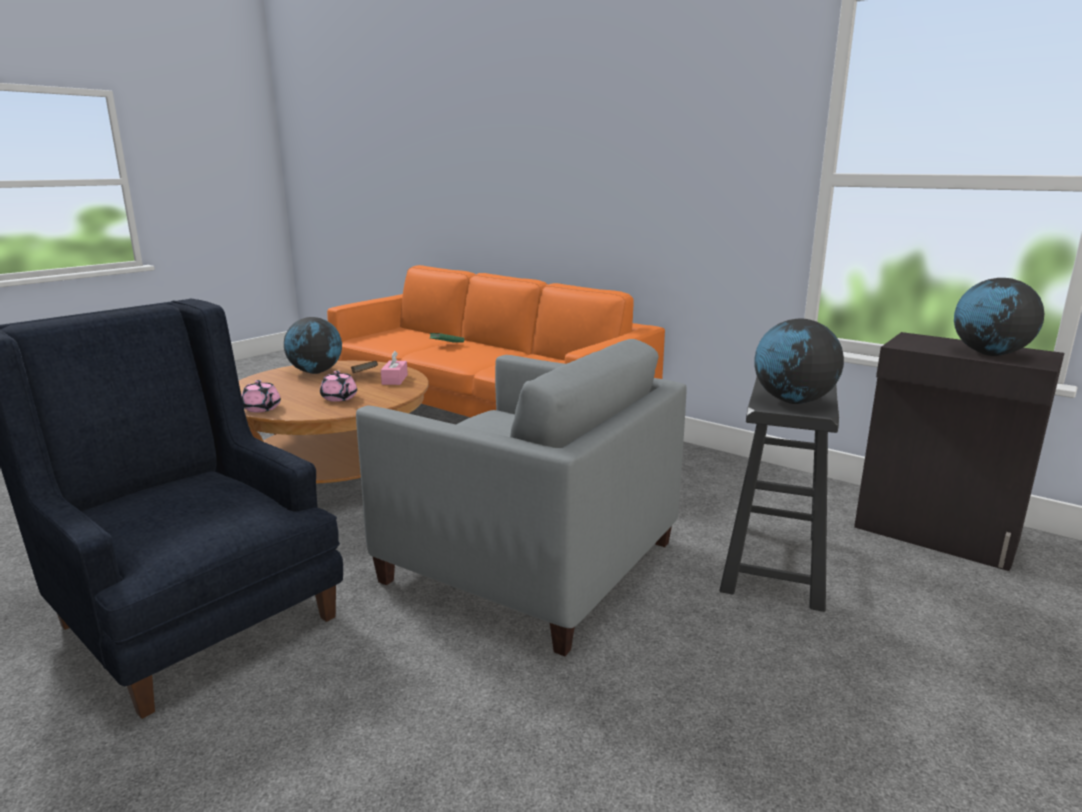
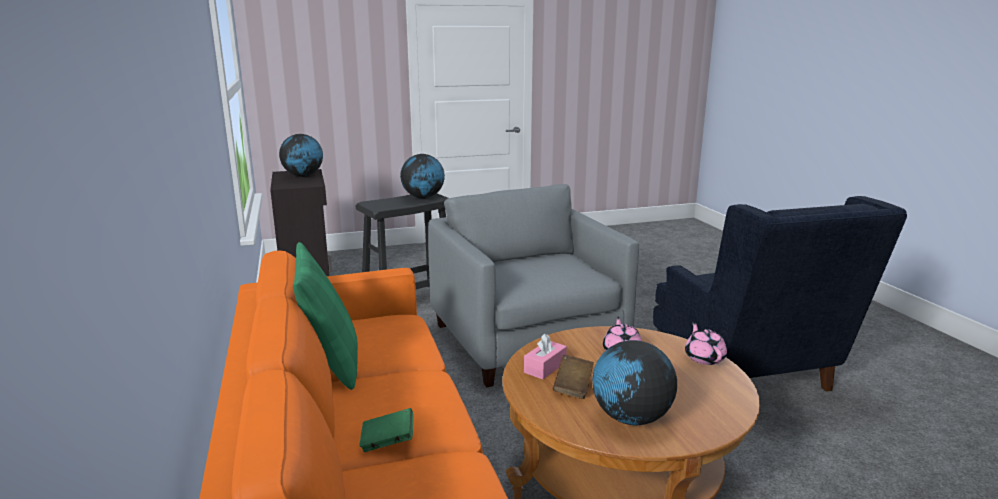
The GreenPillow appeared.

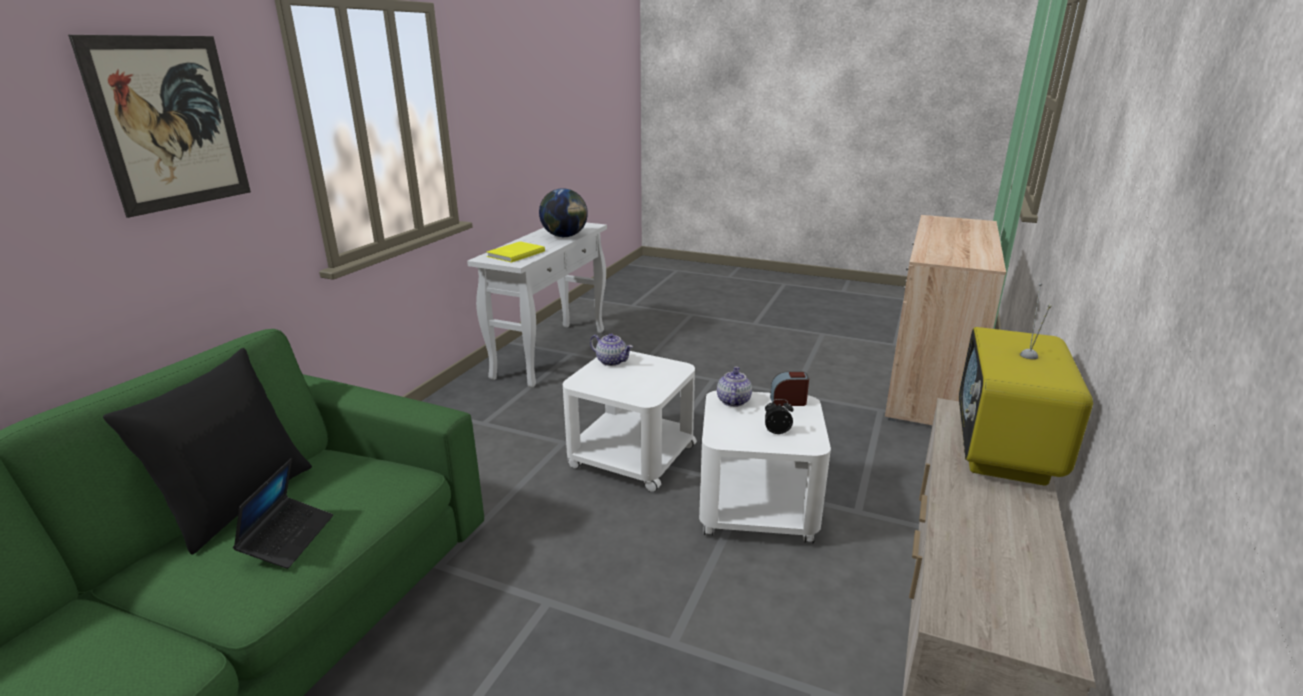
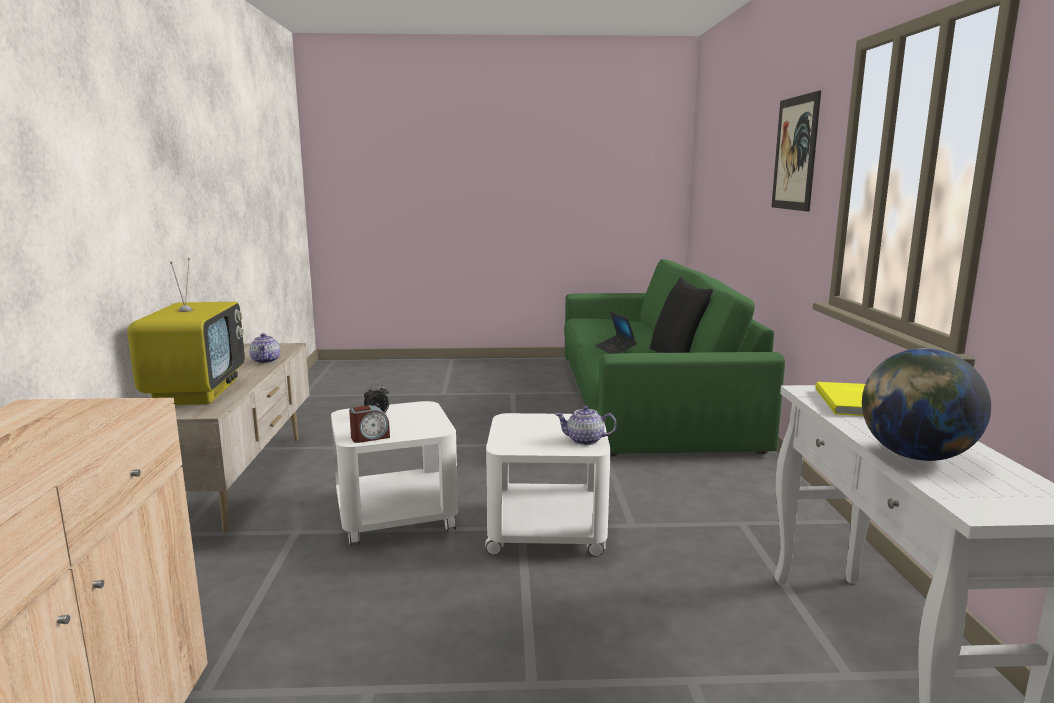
The Teapot (no. 2 from left in the first image) moved.

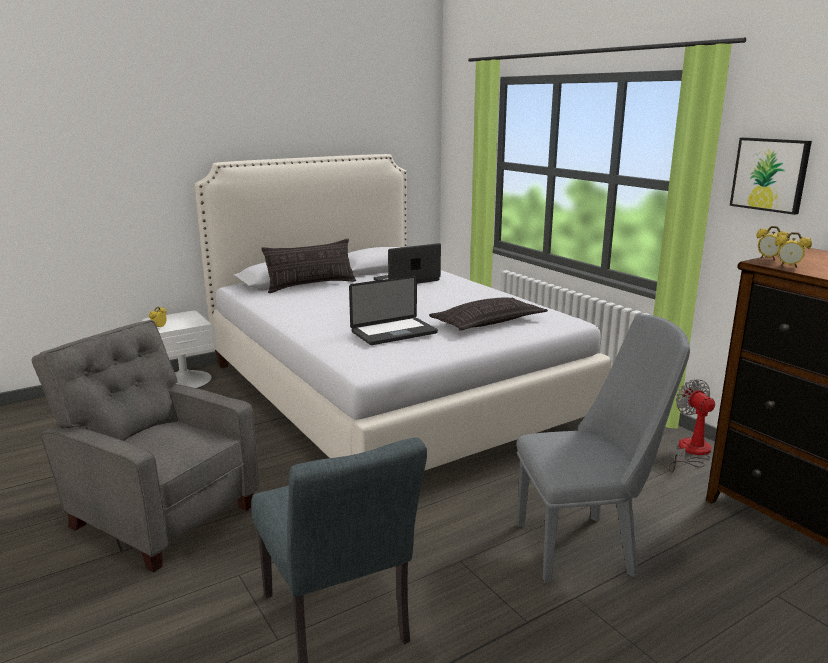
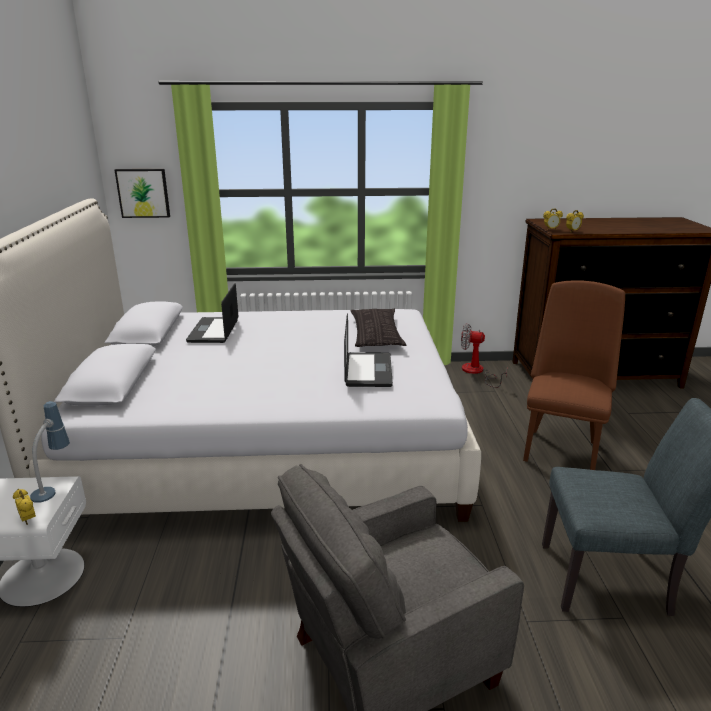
The Pillow (no. 1 from left) disappeared.
The TableLamp appeared.
The Picture moved.
The GreyChair (no. 2 from left) became the BrownChair.

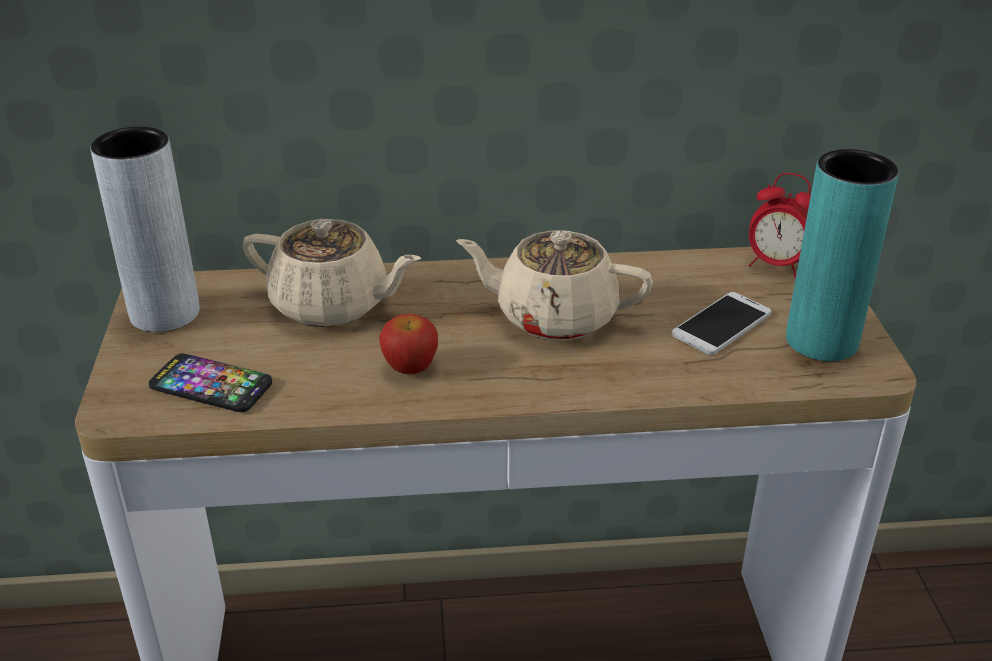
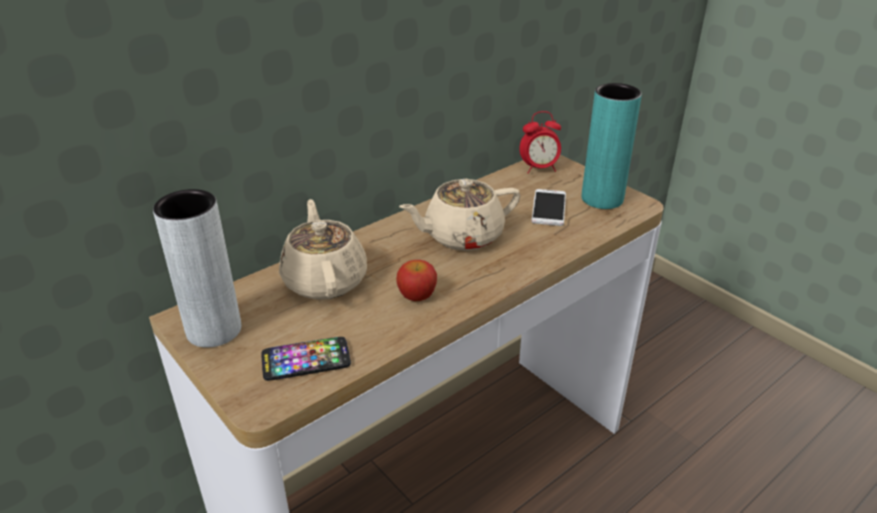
The BeigeTeapot (no. 1 from left) turned 90 degrees counterclockwise.

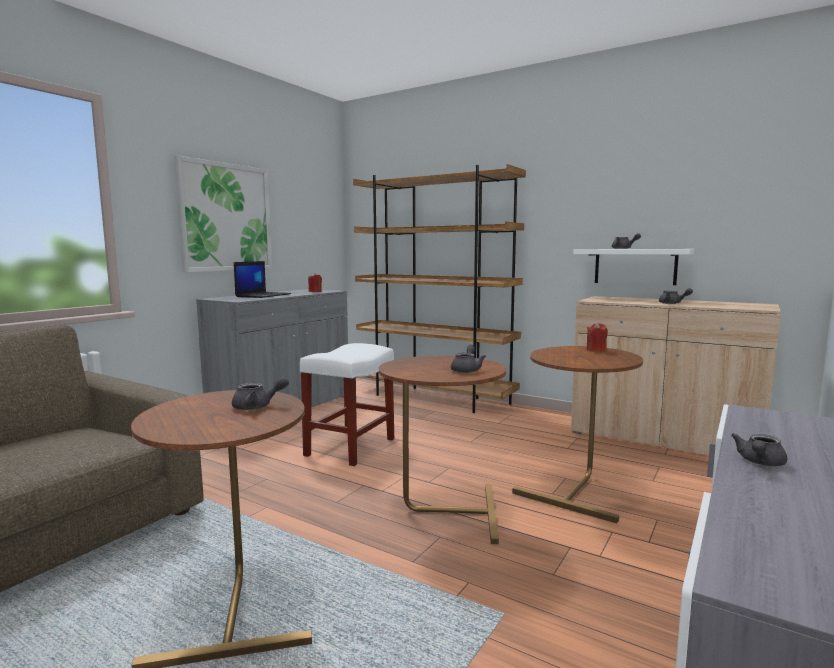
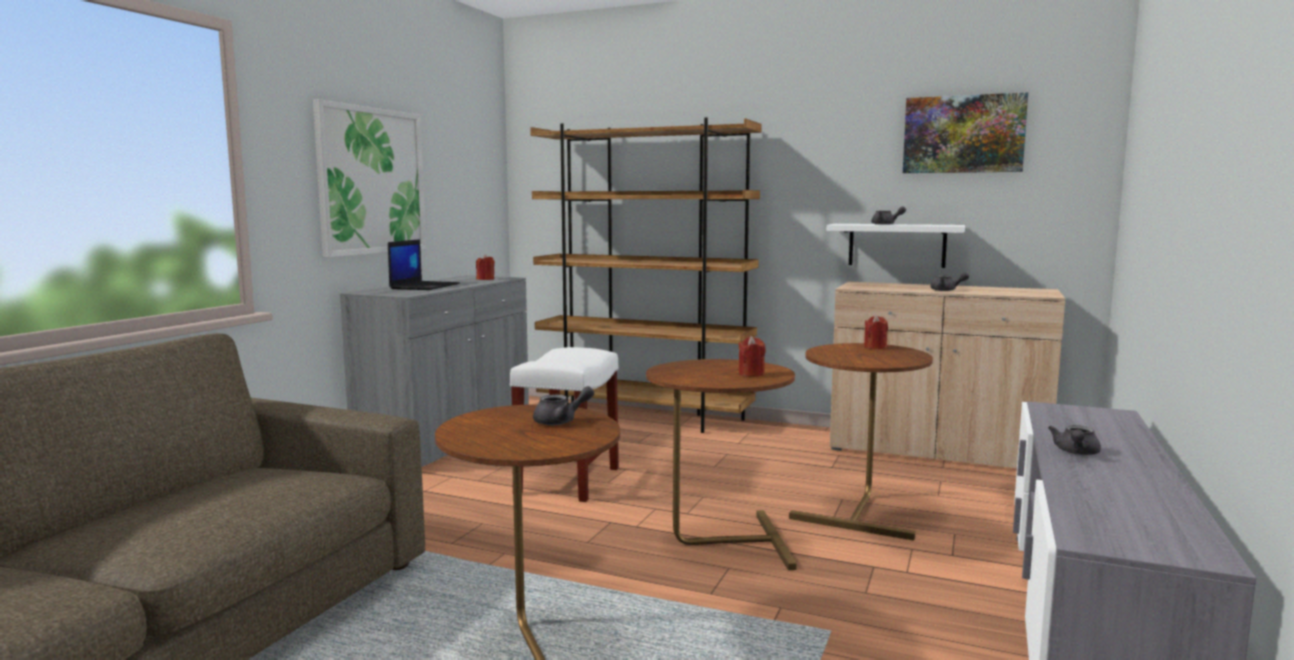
The Picture (no. 2 from left) appeared.
The GreyTeapot (no. 2 from left) was replaced by the RedCandle (no. 2 from left).

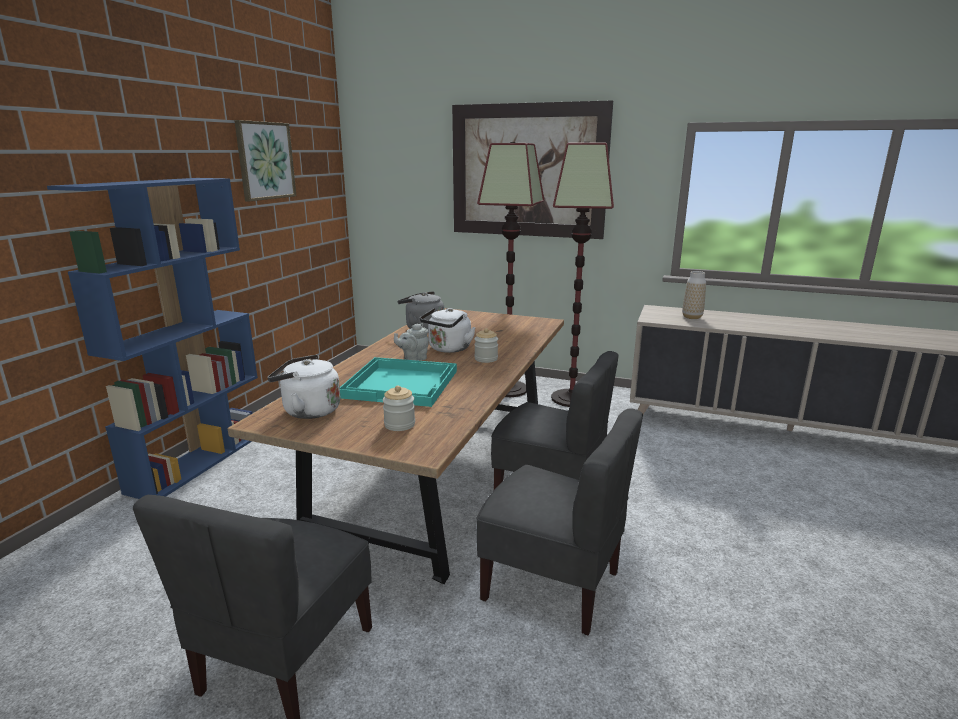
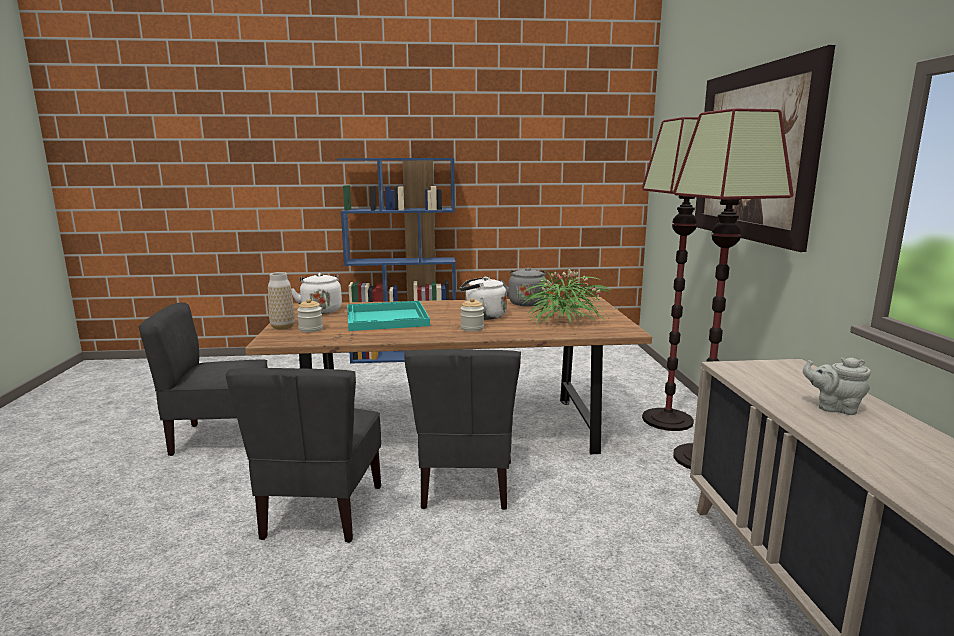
The Picture (no. 1 from left) disappeared.
The PottedPlant appeared.
The GreyTeapot moved.
The Vase moved.

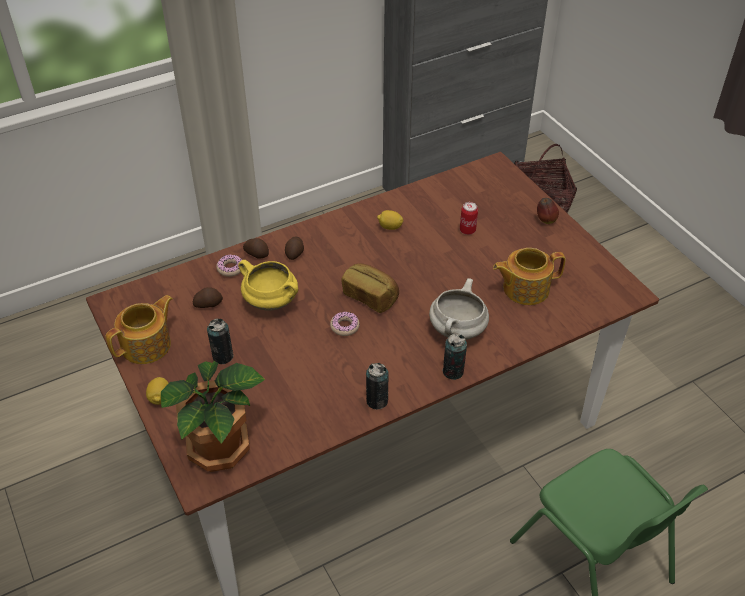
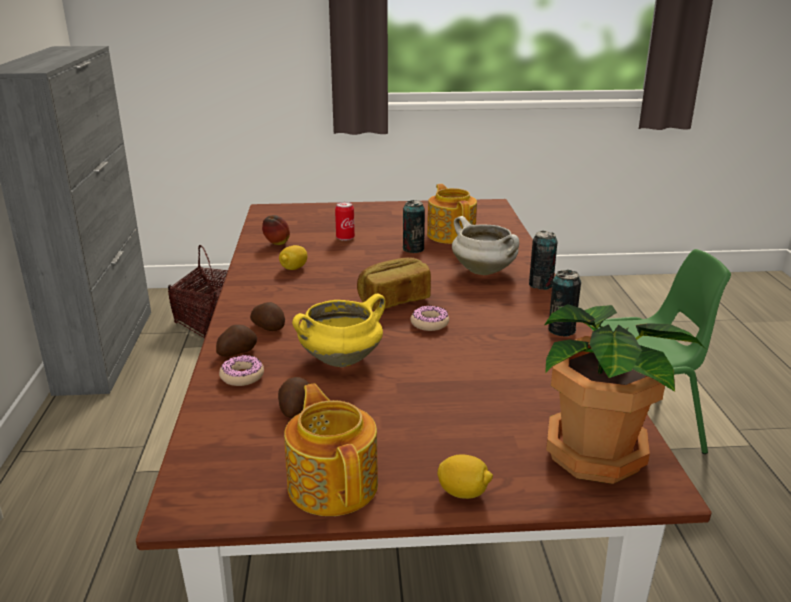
The Can (no. 1 from left in the first image) moved.
The Apple moved.
The Teapot (no. 2 from left) turned 150 degrees clockwise.

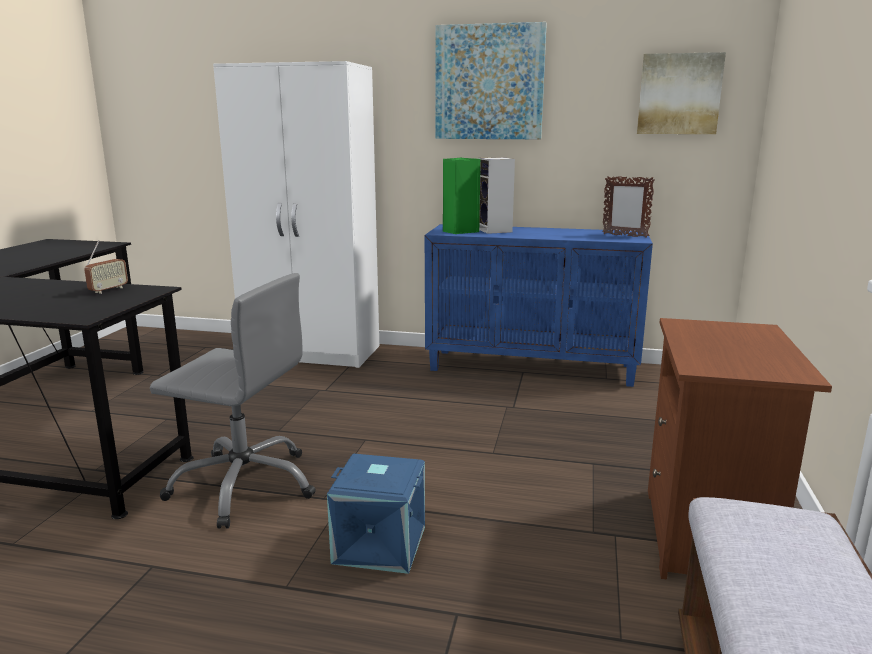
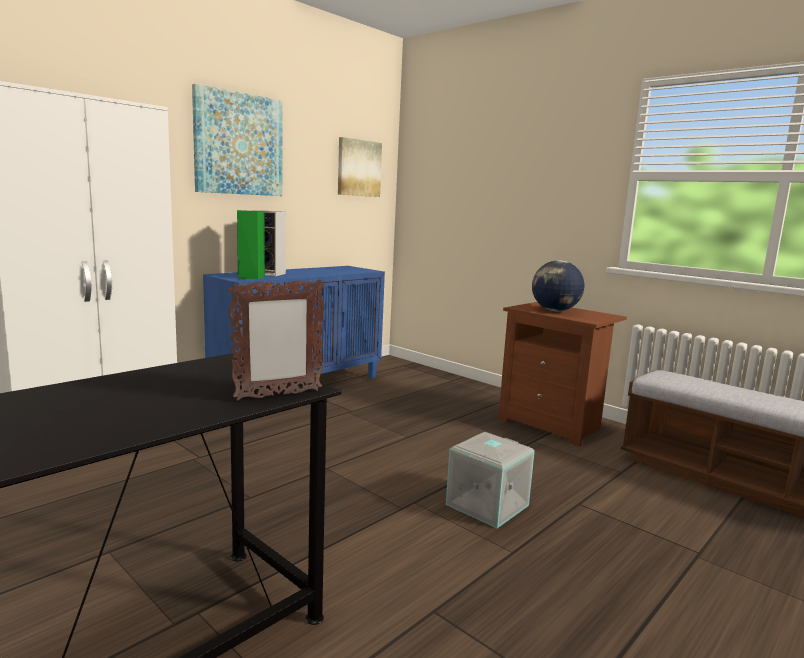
The Radio disappeared.
The GreyOfficeChair disappeared.
The Globe appeared.
The PictureFrame moved.
The BlueStorageBox became the GreyStorageBox.

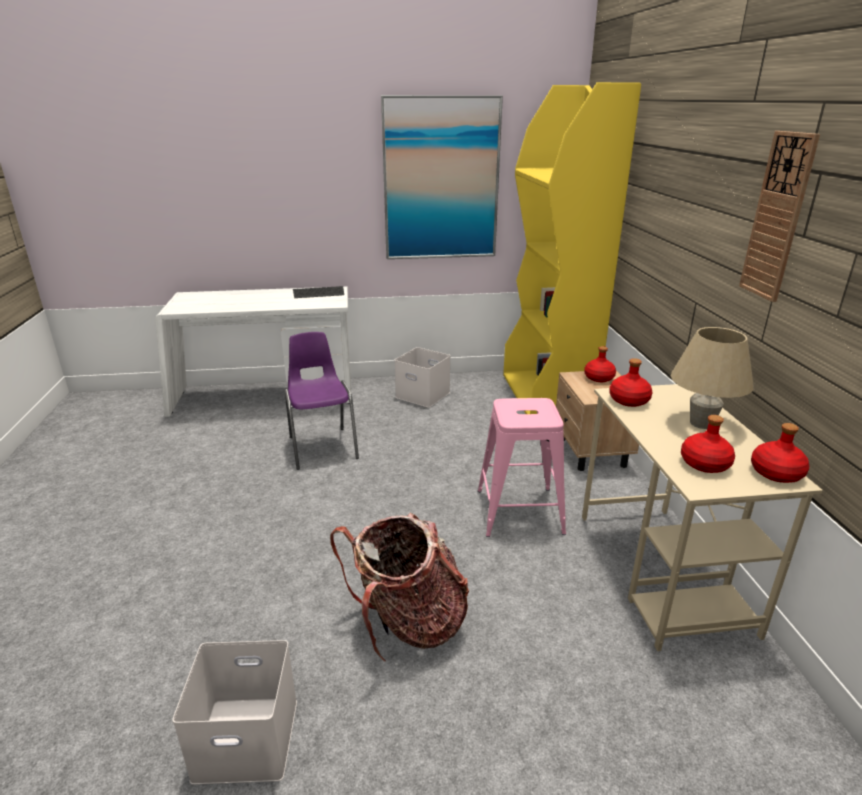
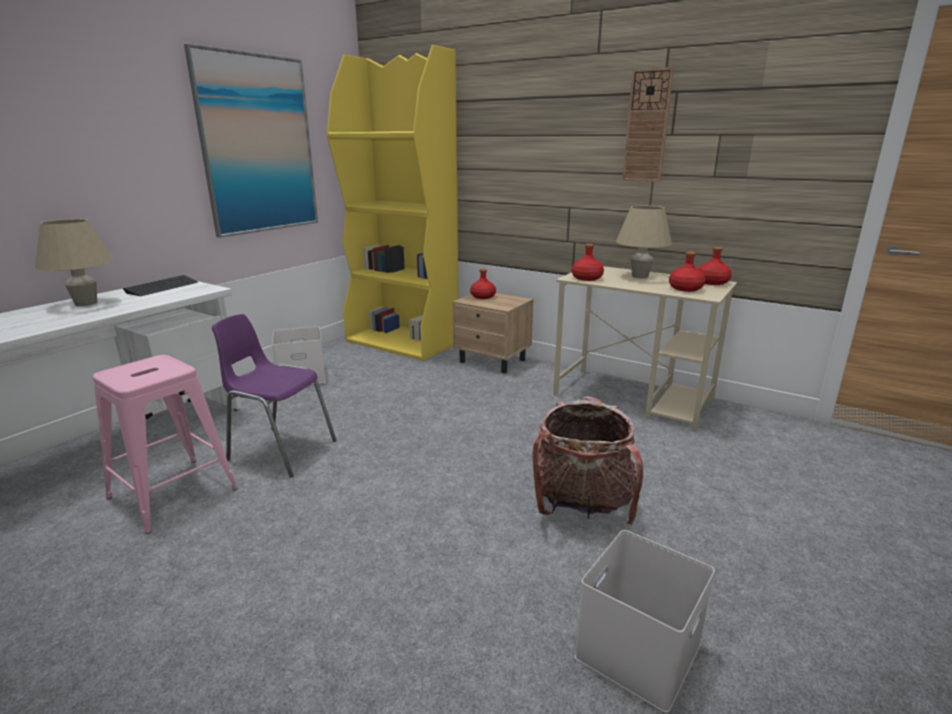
The BeigeTableLamp (no. 1 from left) appeared.
The PinkStool moved.

